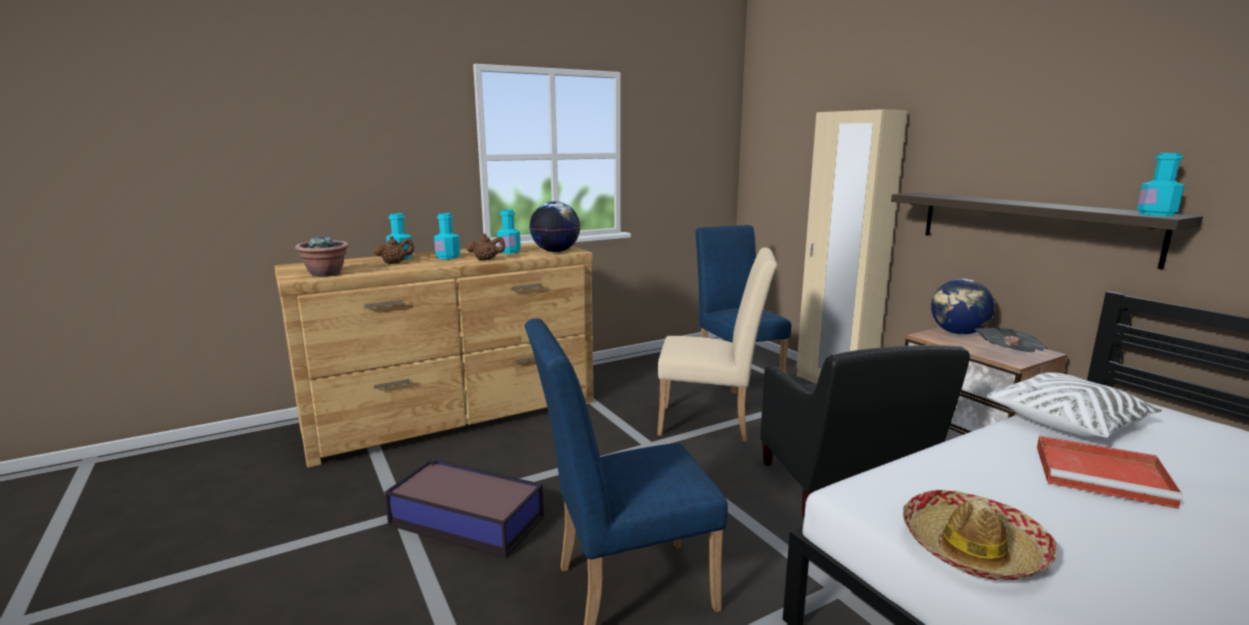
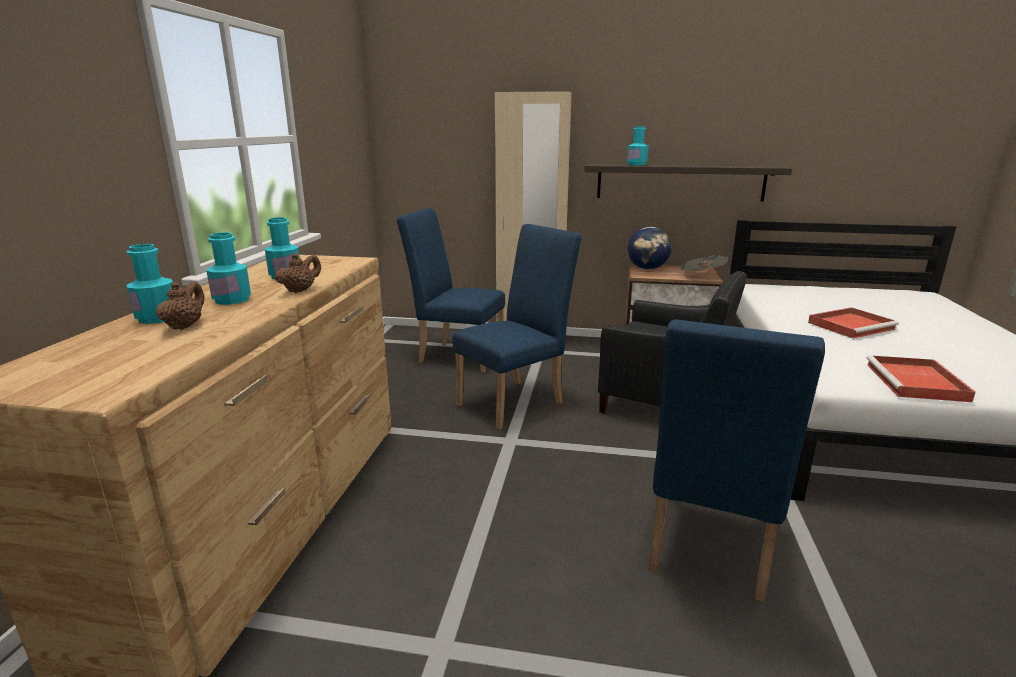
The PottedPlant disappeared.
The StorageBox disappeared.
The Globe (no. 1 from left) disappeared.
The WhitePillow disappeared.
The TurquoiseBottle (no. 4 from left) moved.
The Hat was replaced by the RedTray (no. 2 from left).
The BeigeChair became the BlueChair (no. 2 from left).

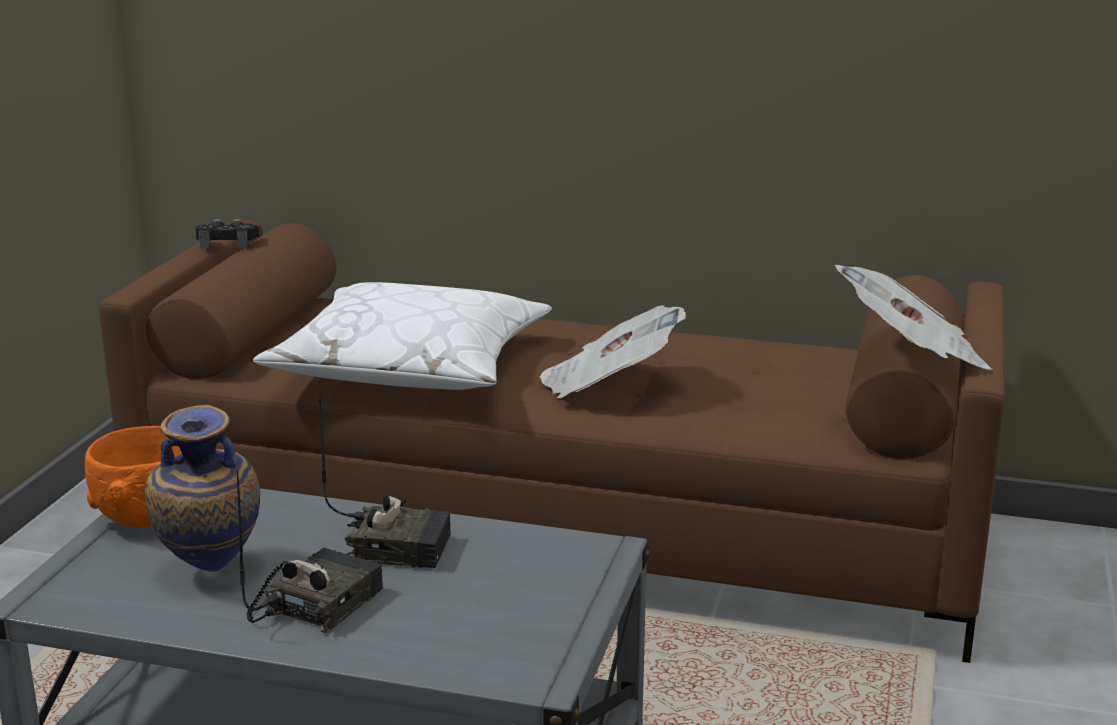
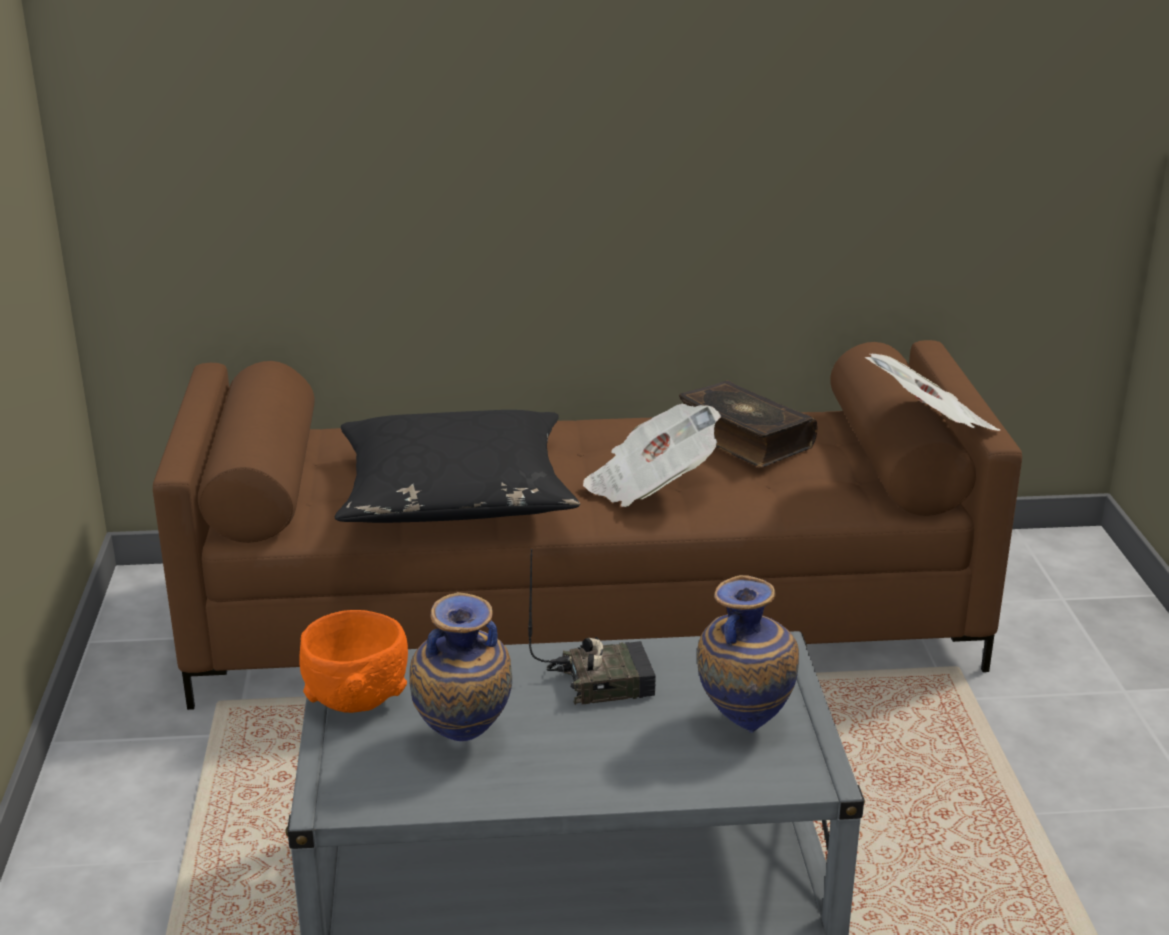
The BlackGameController disappeared.
The Radio (no. 1 from left) disappeared.
The Book appeared.
The Vase (no. 2 from left) appeared.
The WhitePillow became the BlackPillow.

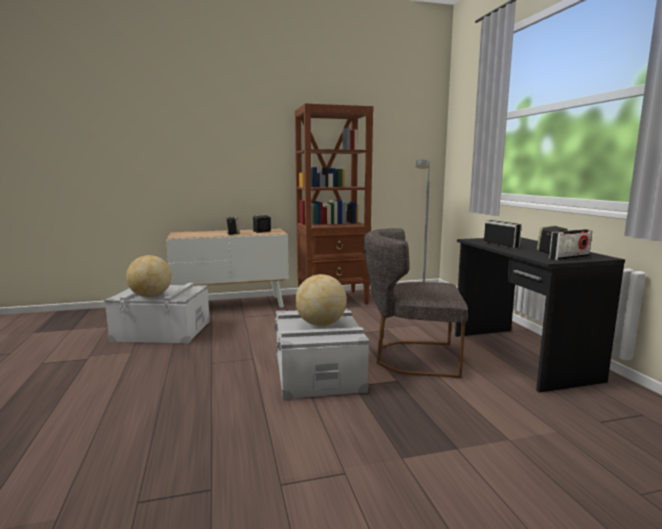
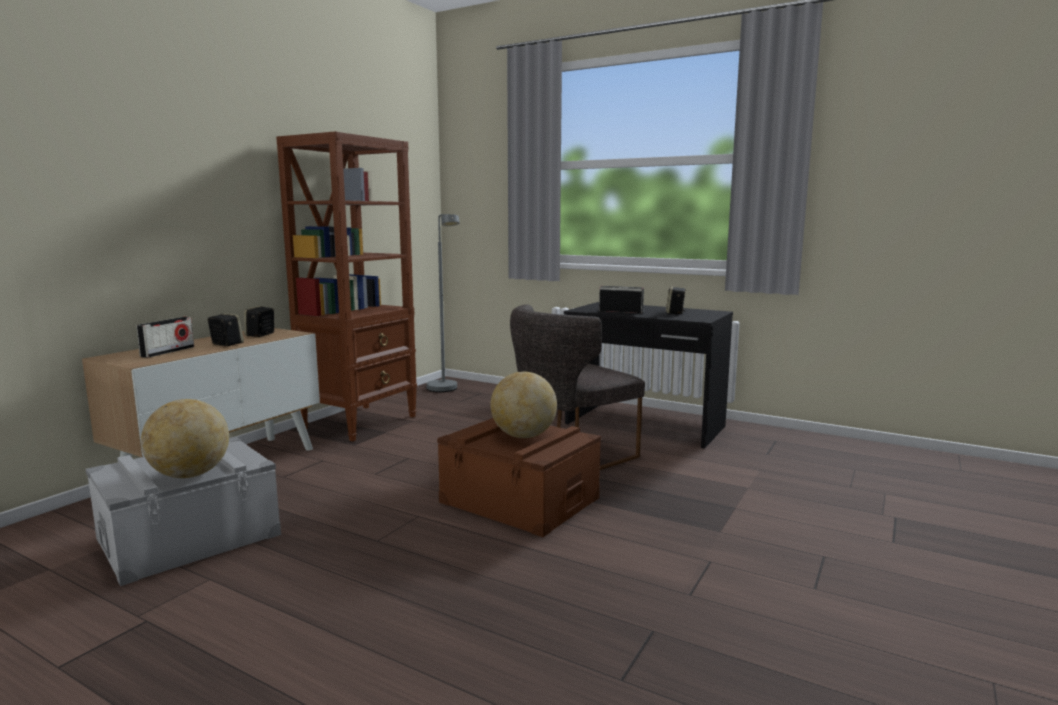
The Radio (no. 2 from left in the first image) moved.
The GreyStorageBox (no. 2 from left) became the BrownStorageBox.

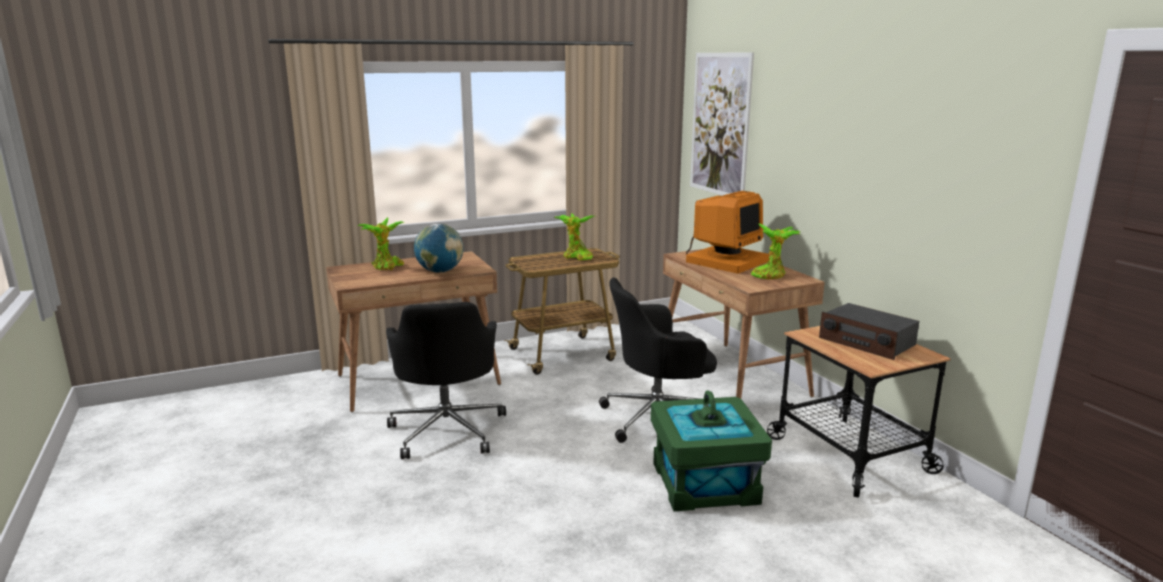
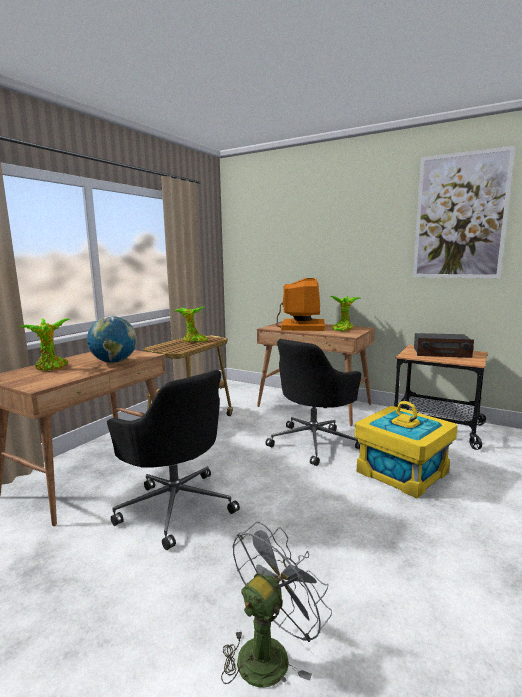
The GreyFan appeared.
The Picture moved.
The GreenStorageBox became the YellowStorageBox.

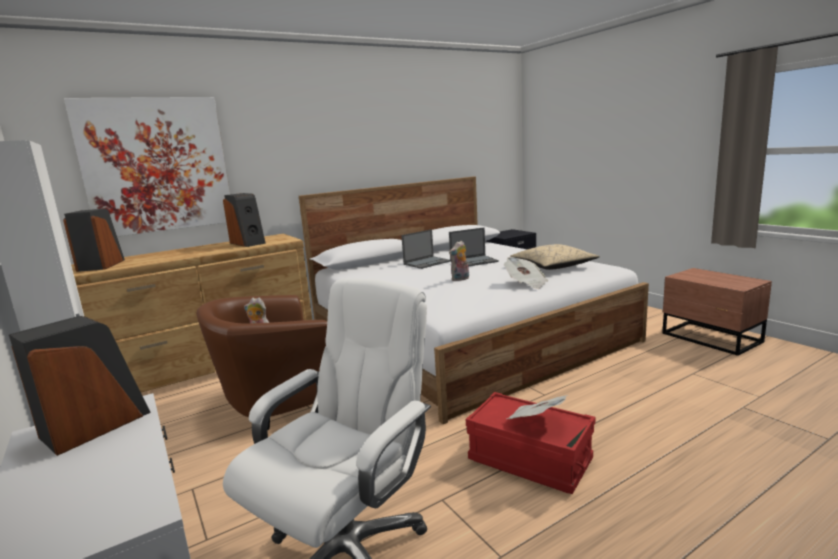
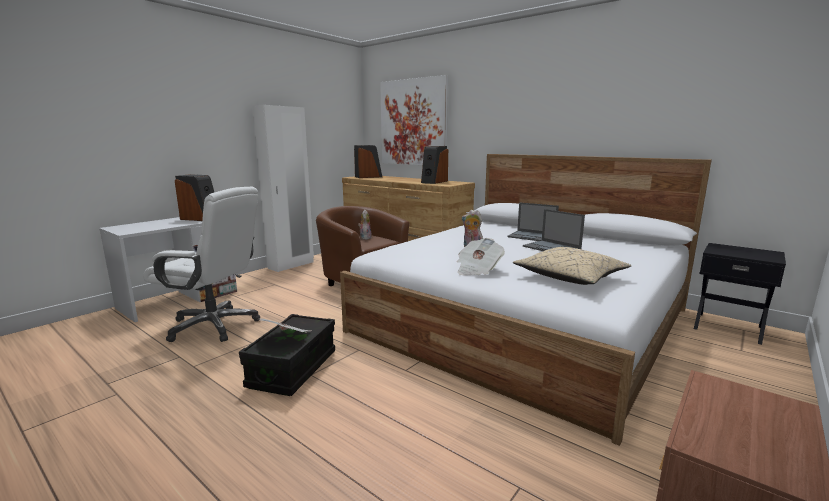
The RedStorageBox became the BlackStorageBox.

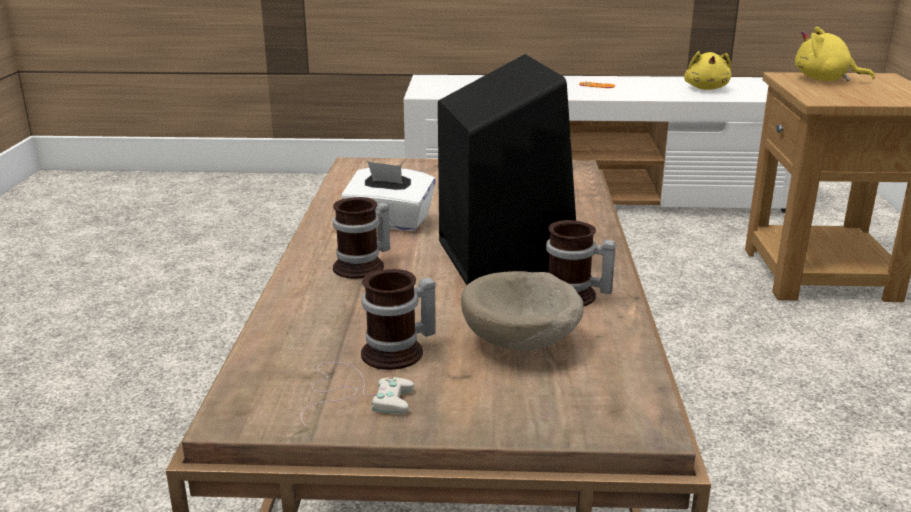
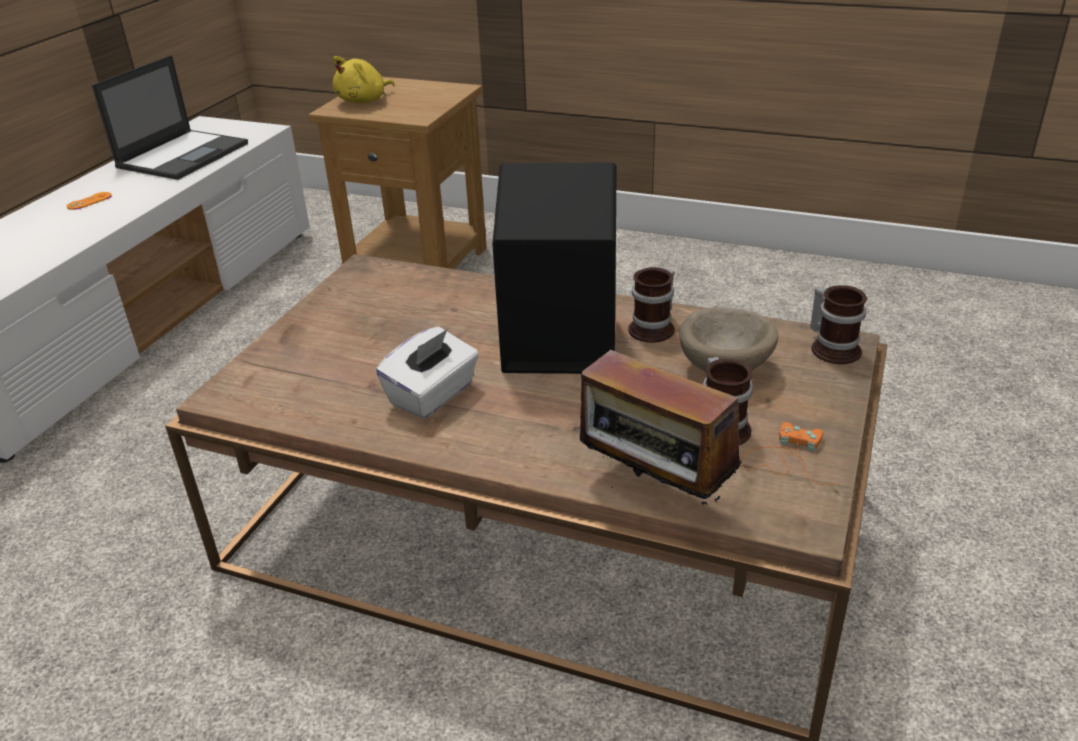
The Radio appeared.
The Mug (no. 1 from left in the first image) moved.
The YellowPlushToy (no. 1 from left) was replaced by the Laptop.
The WhiteGameController became the OrangeGameController (no. 2 from left).

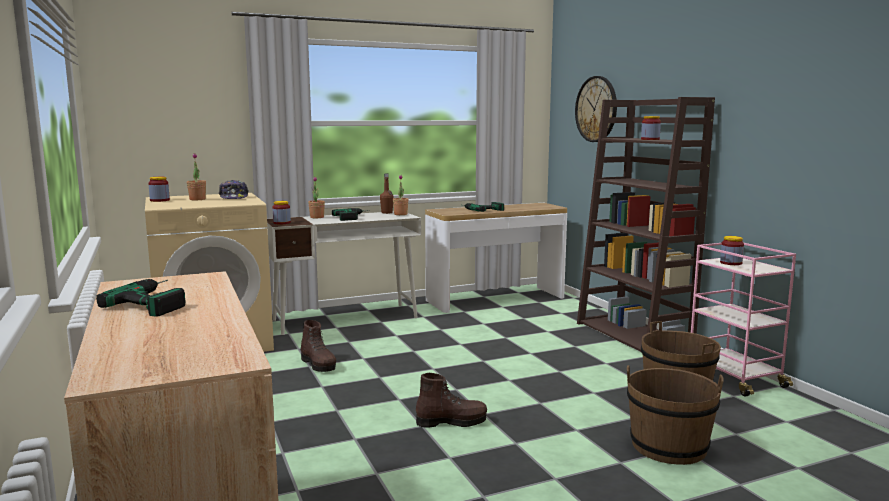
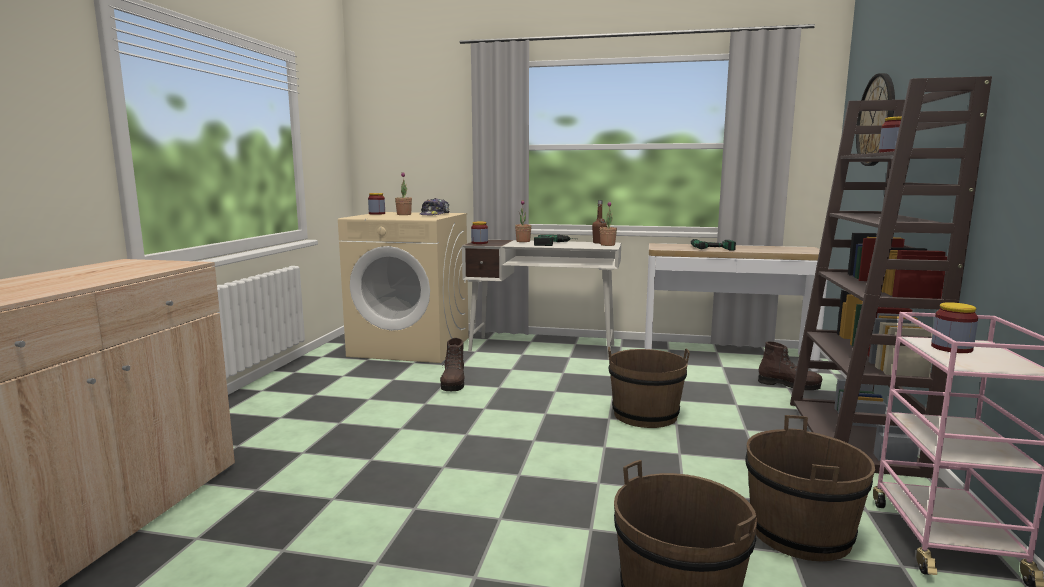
The PowerDrill (no. 1 from left) disappeared.
The BrownBucket (no. 1 from left) appeared.
The BrownBoot (no. 2 from left) moved.

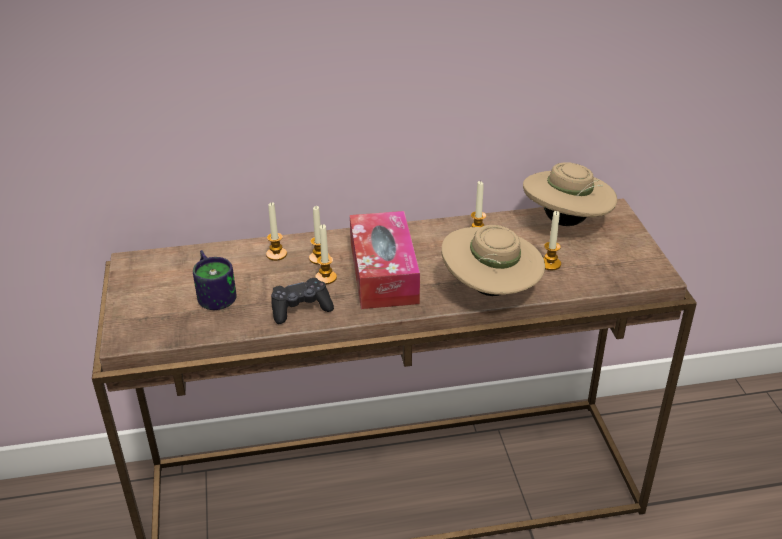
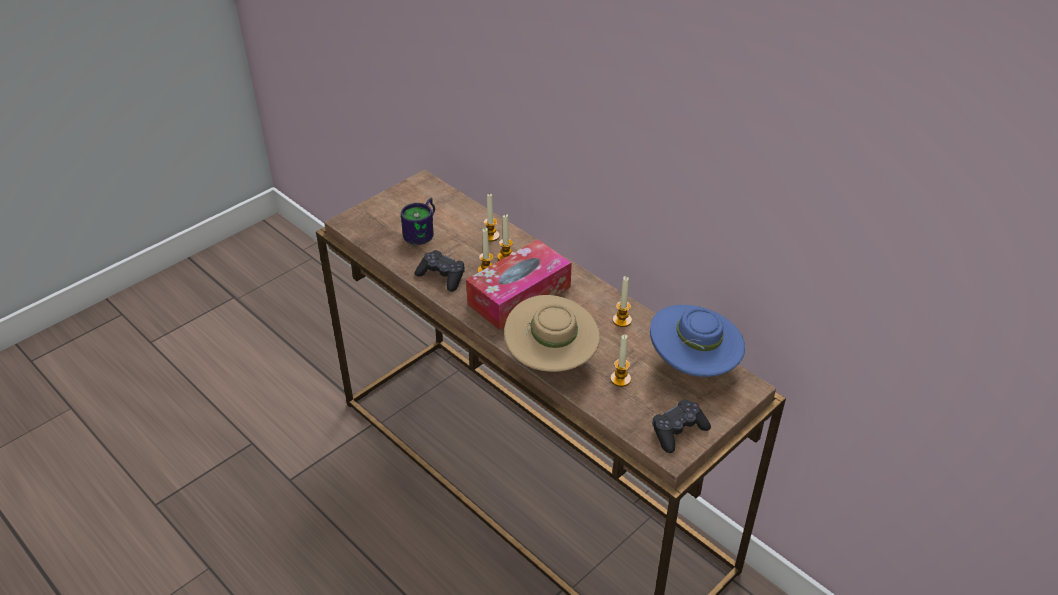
The BlackGameController (no. 2 from left) appeared.
The BeigeHat (no. 2 from left) became the BlueHat.

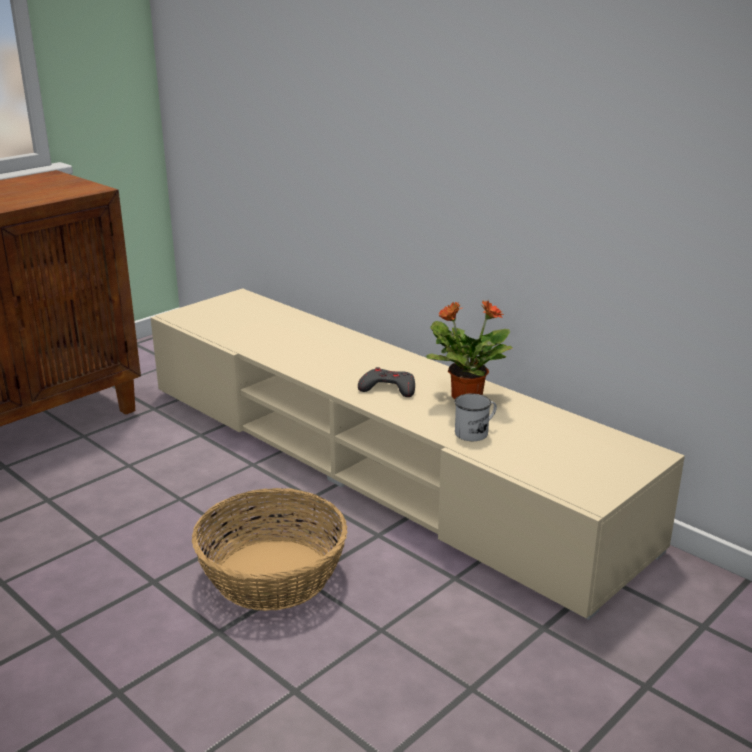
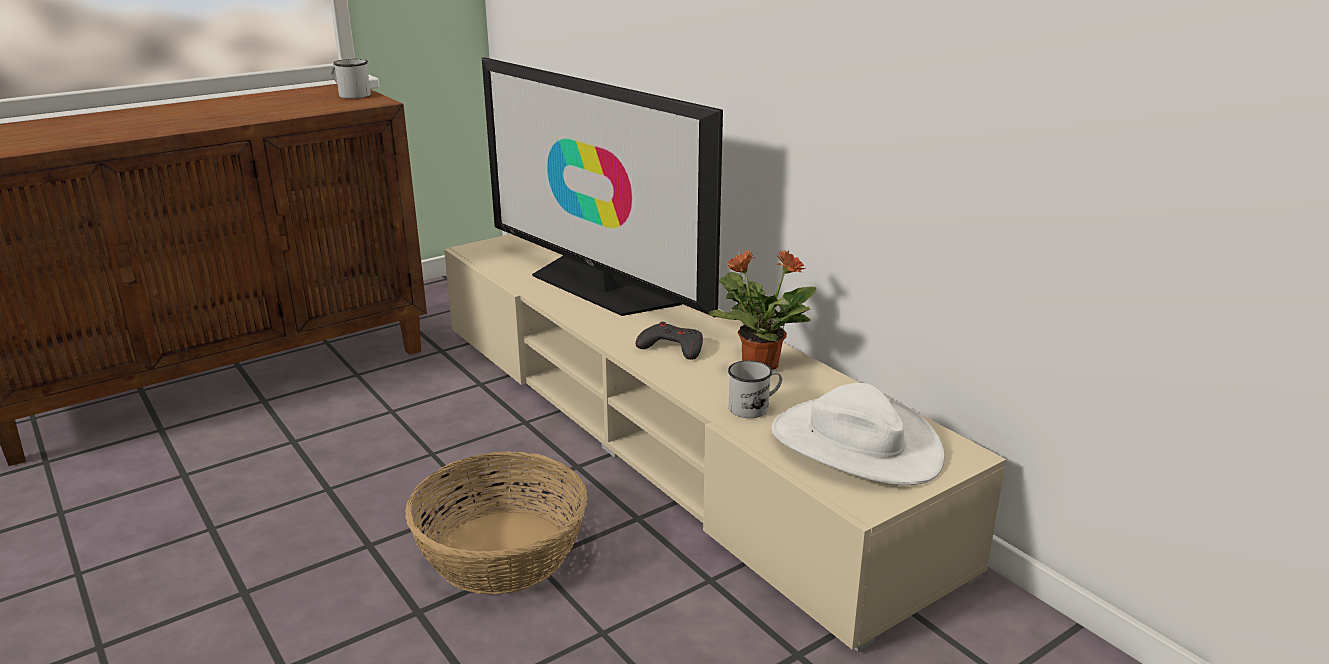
The WhiteMug (no. 1 from left) appeared.
The Television appeared.
The WhiteHat appeared.

